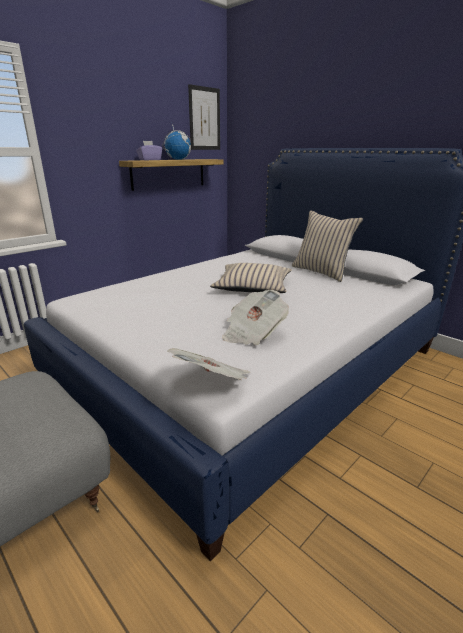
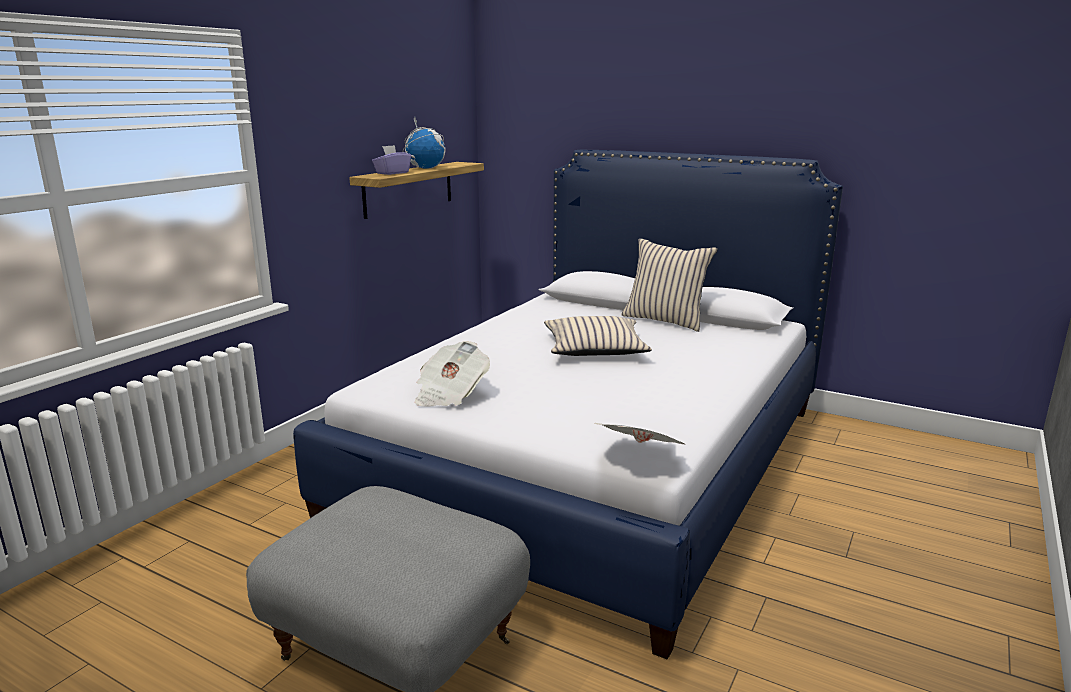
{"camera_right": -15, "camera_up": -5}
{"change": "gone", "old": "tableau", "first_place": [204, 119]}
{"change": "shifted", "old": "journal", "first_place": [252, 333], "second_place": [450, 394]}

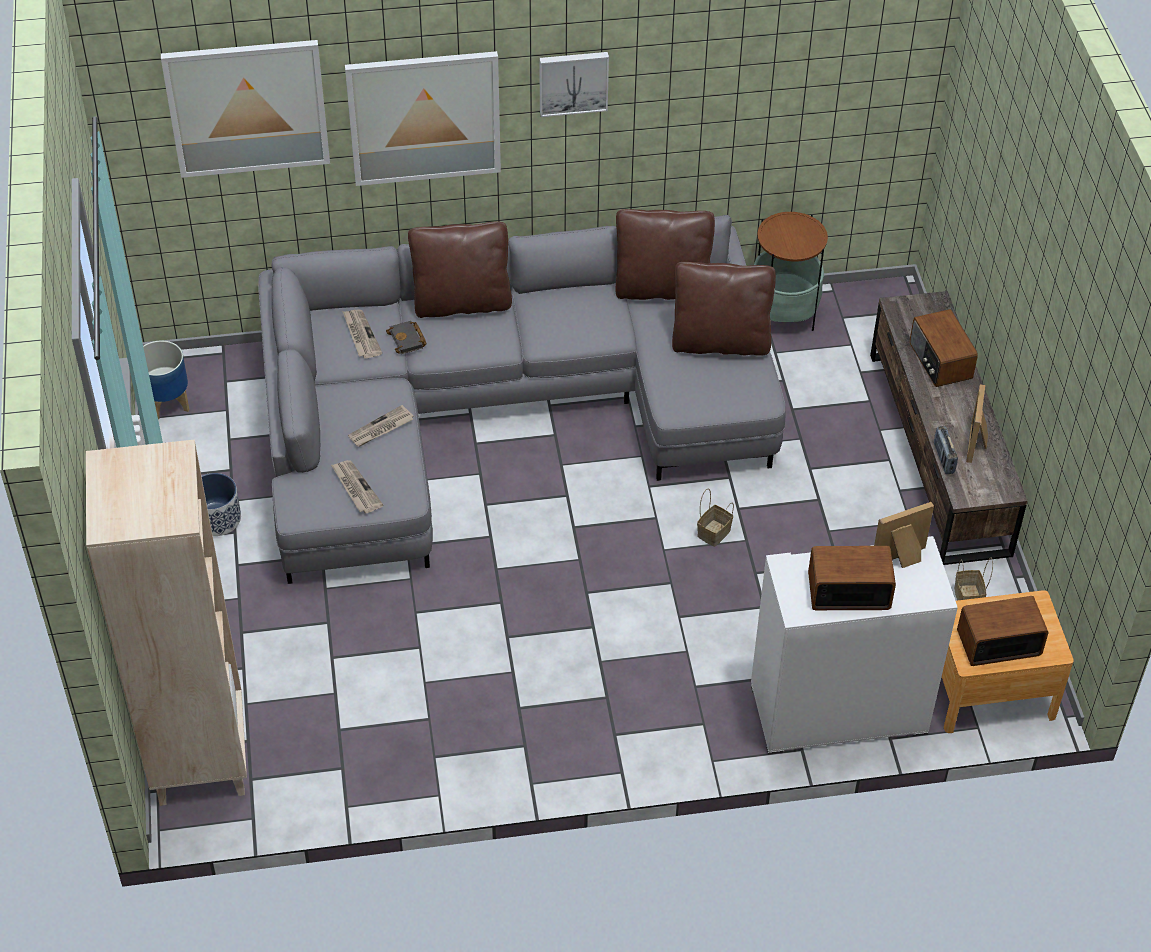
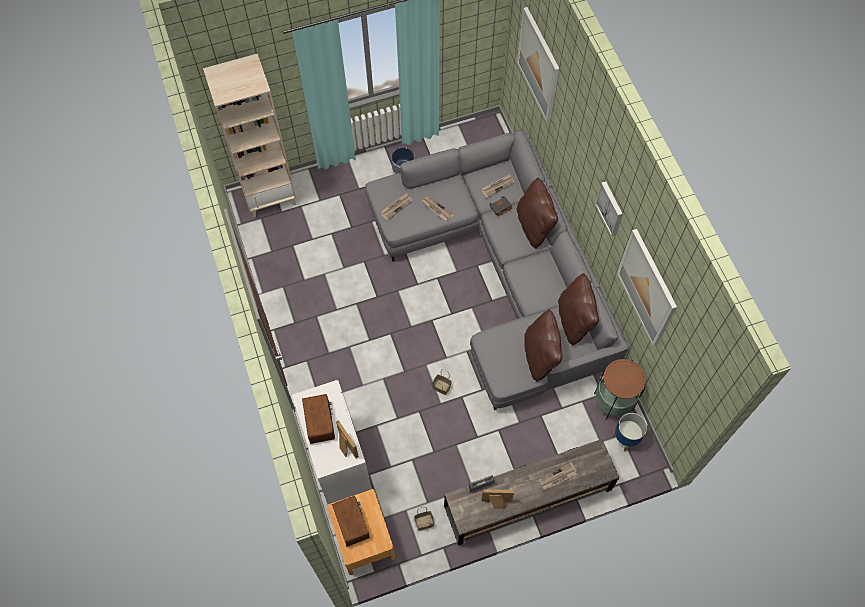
{"camera_right": 80, "camera_up": 15}
{"change": "shifted", "old": "cache-pot", "first_place": [167, 403], "second_place": [626, 438]}
{"change": "shifted", "old": "tableau", "first_place": [424, 117], "second_place": [647, 288]}
{"change": "swapped", "old": "radio", "new": "journal", "first_place": [939, 361], "second_place": [557, 477]}

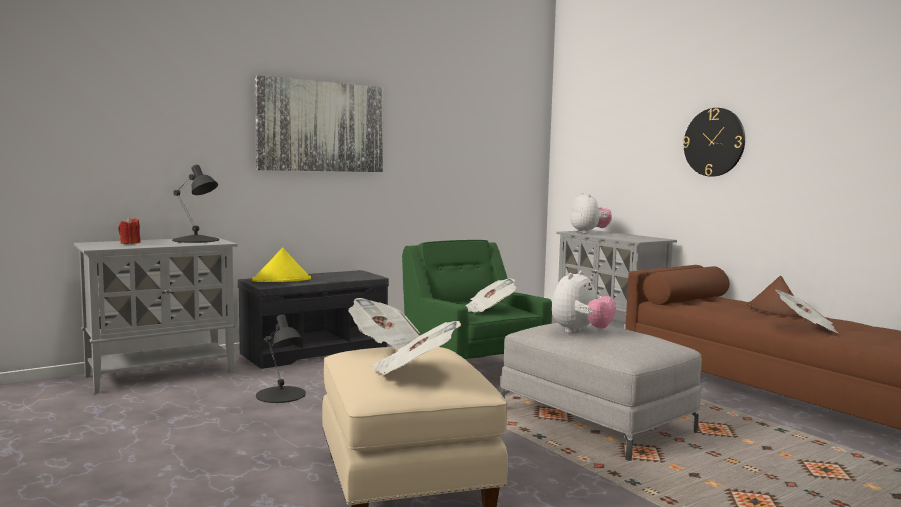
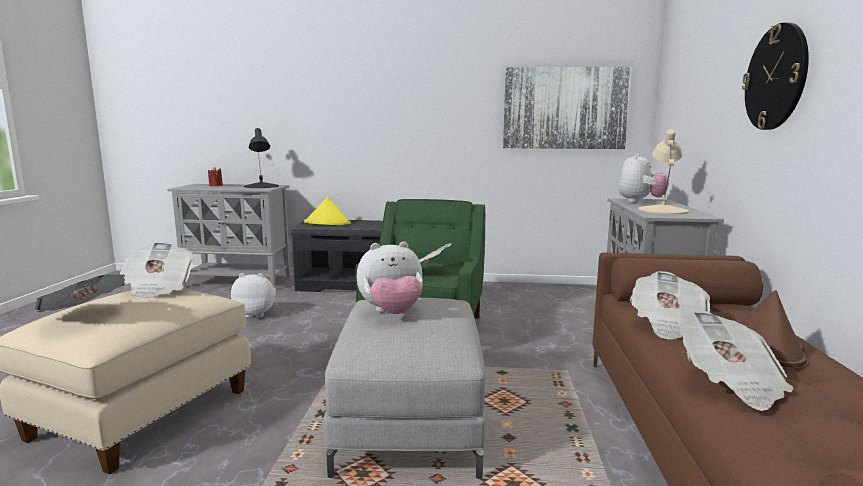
{"camera_right": 40, "camera_up": 5}
{"change": "shifted", "old": "tableau", "first_place": [321, 126], "second_place": [565, 108]}
{"change": "swapped", "old": "lampe de table/noir", "new": "peluche", "first_place": [281, 395], "second_place": [256, 314]}
{"change": "new", "new": "journal", "second_place": [668, 325]}
{"change": "new", "new": "lampe de table/beige", "second_place": [663, 210]}

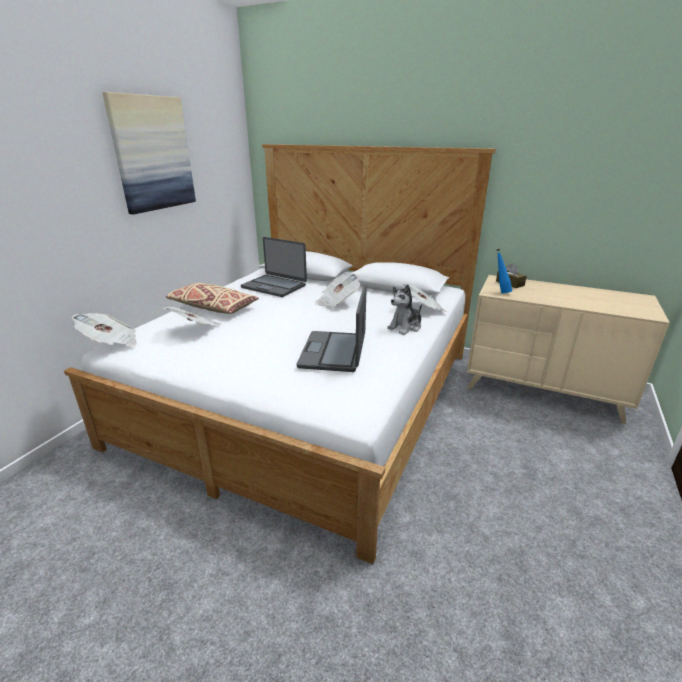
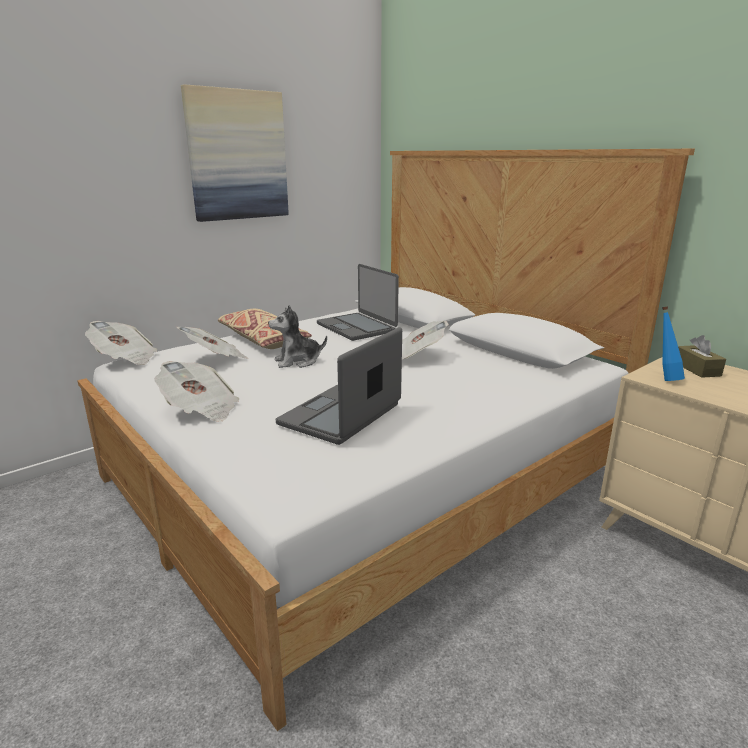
{"camera_right": 25, "camera_up": -5}
{"change": "shifted", "old": "peluche", "first_place": [405, 327], "second_place": [297, 361]}
{"change": "shifted", "old": "journal", "first_place": [423, 309], "second_place": [201, 409]}

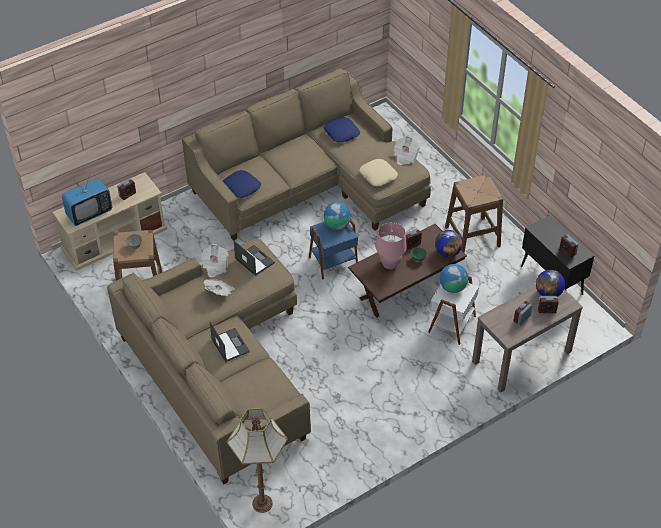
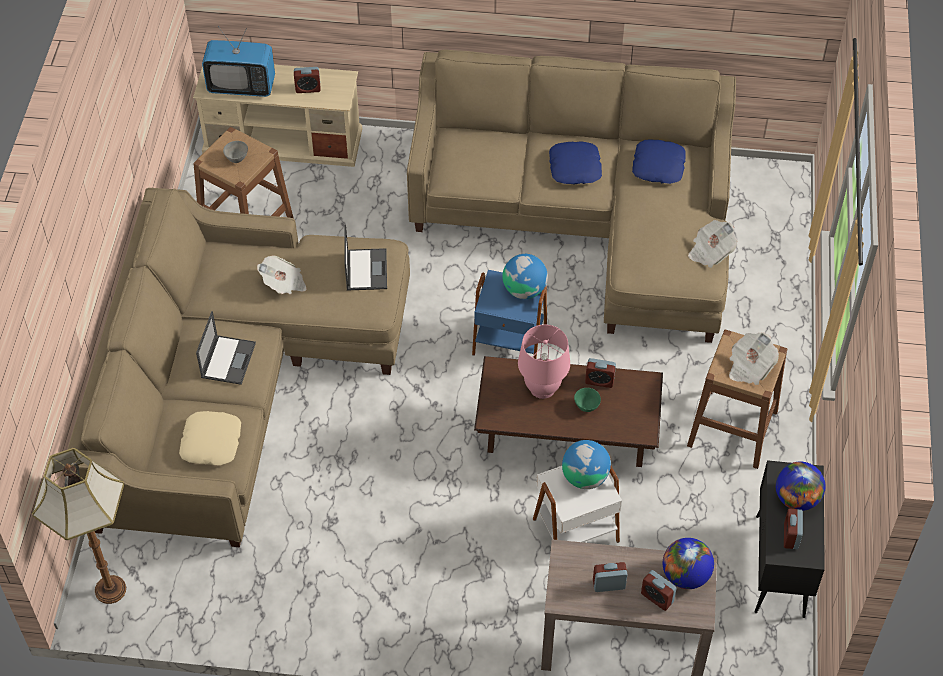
{"camera_right": 40, "camera_up": 5}
{"change": "shifted", "old": "journal", "first_place": [215, 266], "second_place": [749, 367]}
{"change": "shifted", "old": "coussin/bleu", "first_place": [242, 187], "second_place": [575, 167]}
{"change": "shifted", "old": "coussin/beige", "first_place": [378, 175], "second_place": [212, 442]}
{"change": "shifted", "old": "globe", "first_place": [447, 252], "second_place": [796, 498]}

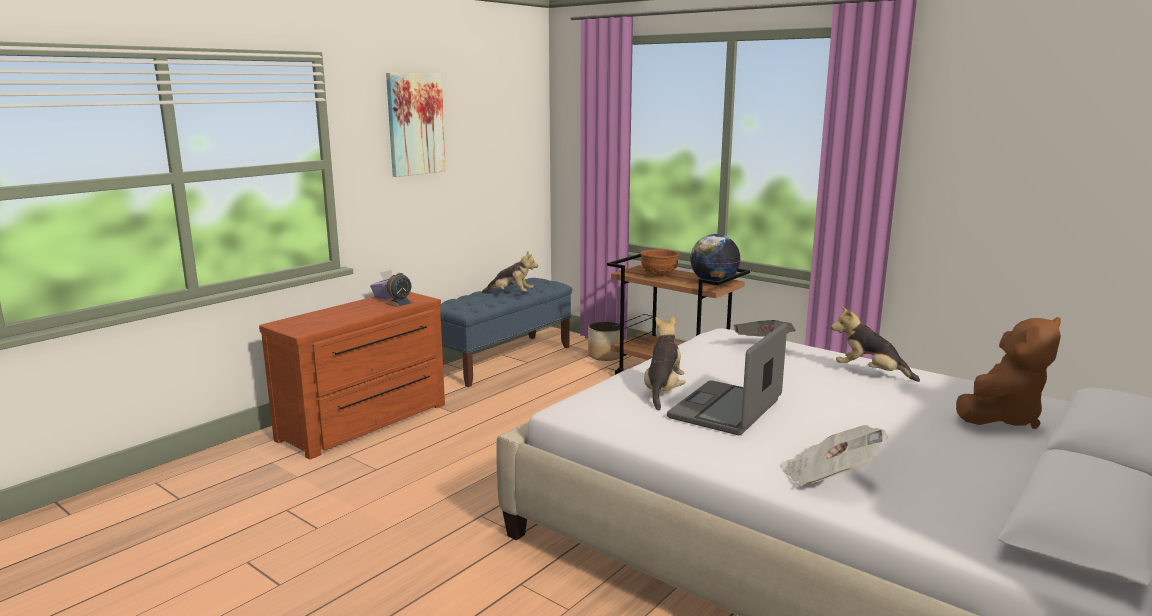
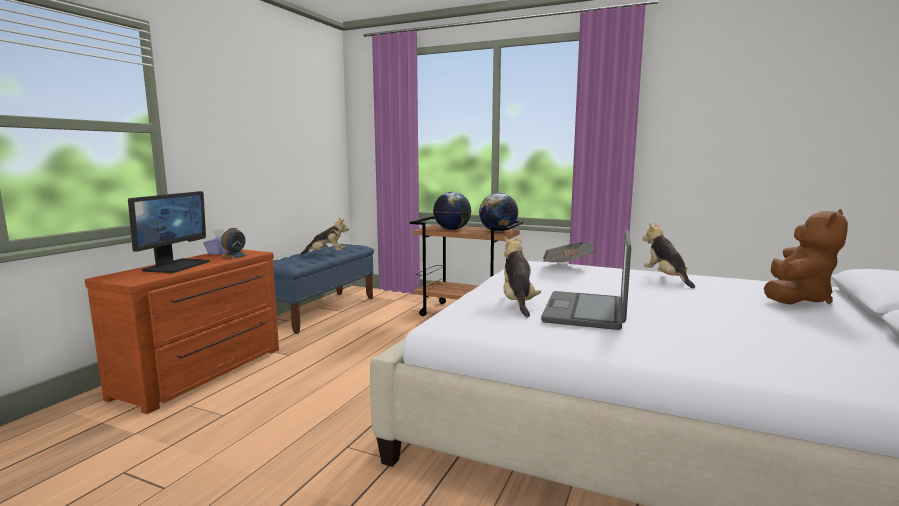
{"camera_right": -15, "camera_up": -5}
{"change": "gone", "old": "tableau", "first_place": [415, 124]}
{"change": "gone", "old": "cache-pot", "first_place": [606, 355]}
{"change": "swapped", "old": "bol/marron", "new": "globe", "first_place": [659, 275], "second_place": [452, 229]}
{"change": "gone", "old": "journal", "first_place": [828, 478]}
{"change": "rotated", "old": "peluche", "first_place": [870, 373], "second_place": [666, 279], "degrees": 60}
{"change": "new", "new": "écran d'ordinateur", "second_place": [176, 266]}

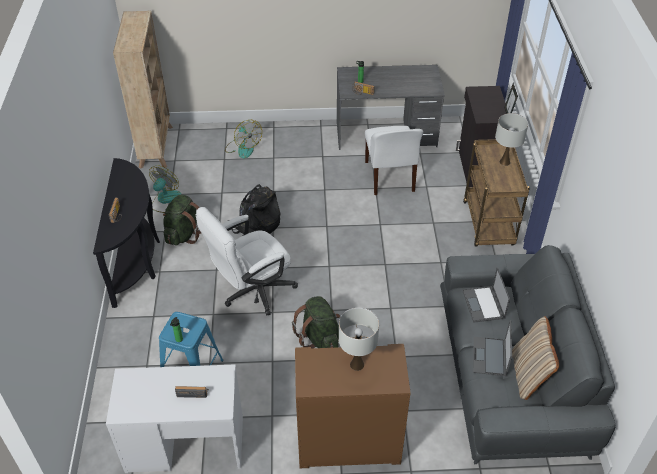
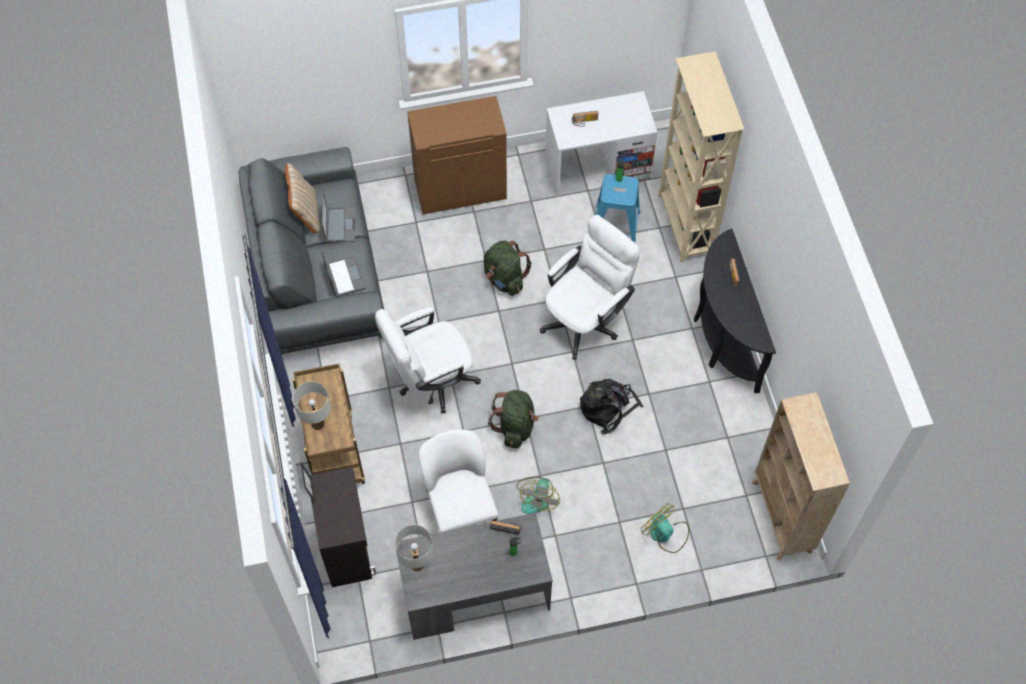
{"camera_right": 170, "camera_up": 15}
{"change": "shifted", "old": "ventilateur", "first_place": [165, 200], "second_place": [537, 496]}
{"change": "shifted", "old": "sac à dos/vert", "first_place": [184, 234], "second_place": [515, 426]}
{"change": "shifted", "old": "lampe de table/blanc", "first_place": [357, 364], "second_place": [417, 564]}
{"change": "new", "new": "chaise de bureau/blanc", "second_place": [430, 381]}
{"change": "new", "new": "bibliothèque/beige", "second_place": [685, 226]}

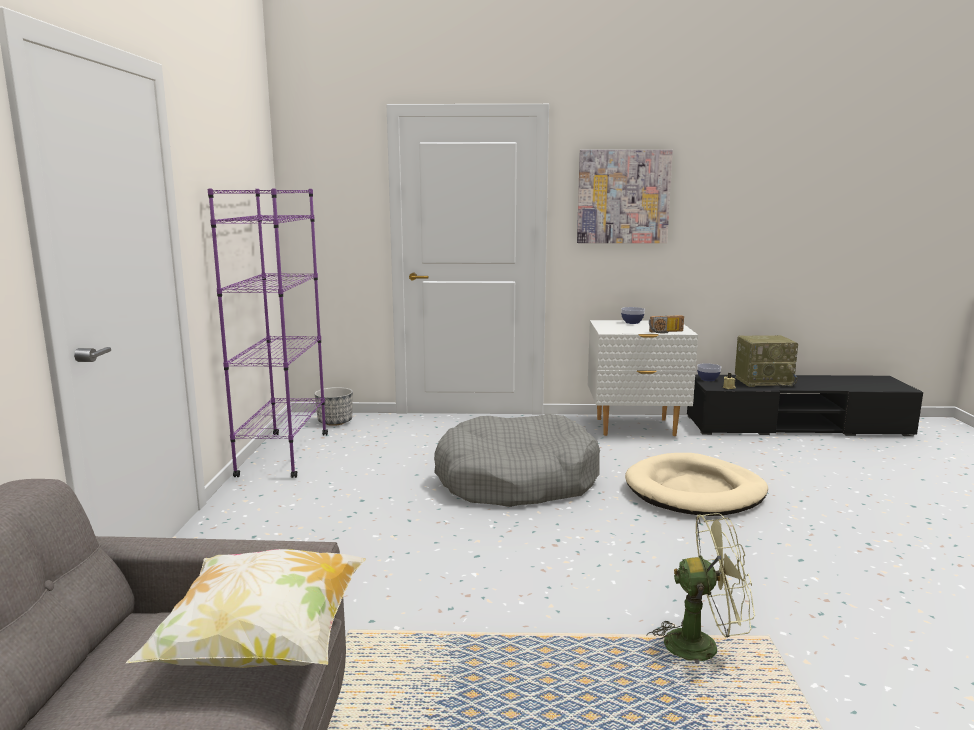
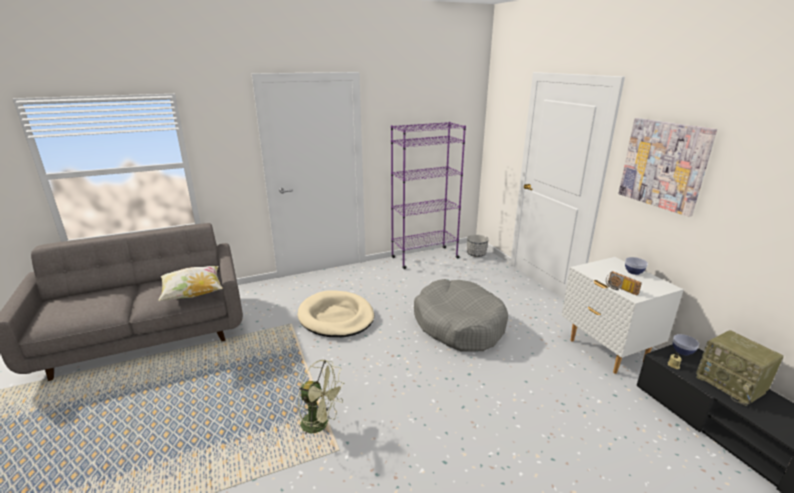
{"camera_right": 65, "camera_up": 10}
{"change": "shifted", "old": "panier pour chien/beige", "first_place": [695, 491], "second_place": [336, 317]}
{"change": "rotated", "old": "ventilateur/vert", "first_place": [702, 645], "second_place": [320, 424], "degrees": -45}

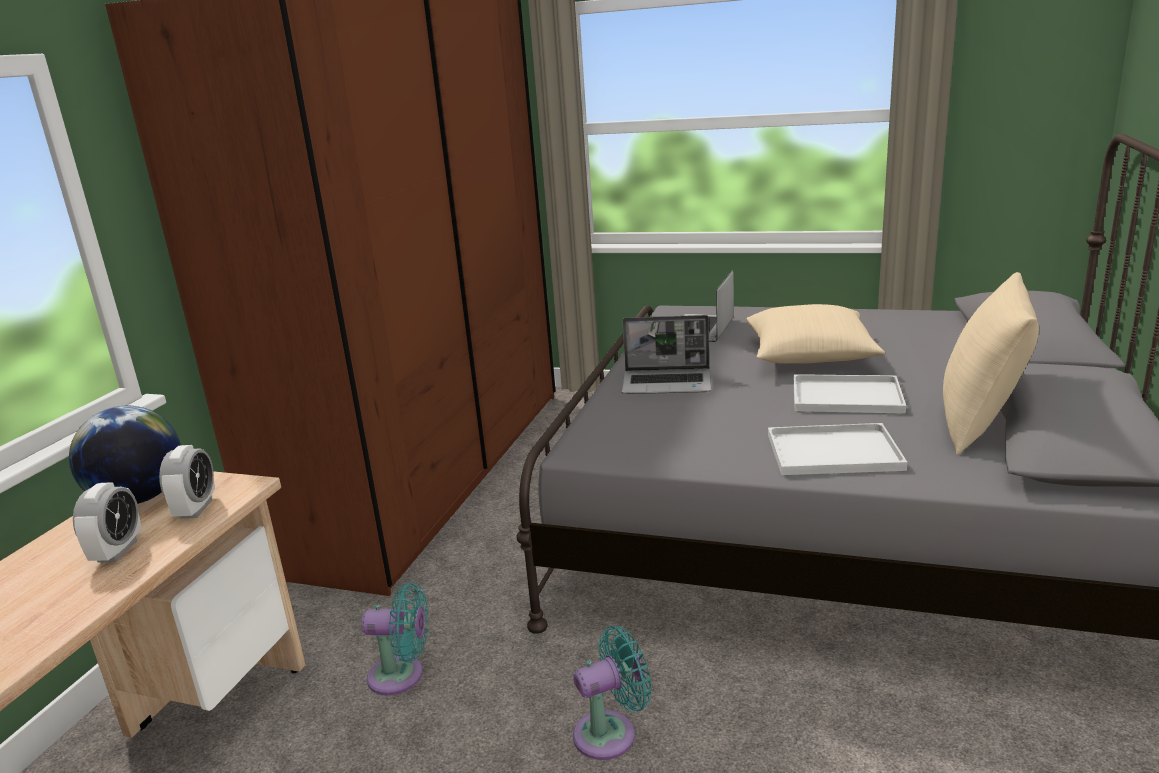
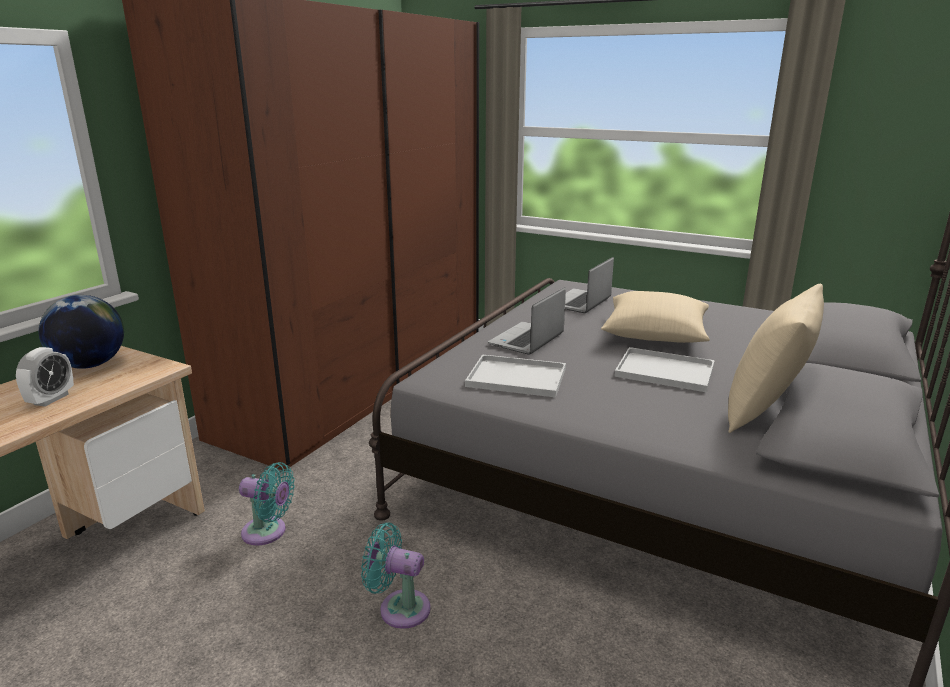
{"camera_right": 10, "camera_up": 0}
{"change": "gone", "old": "réveil", "first_place": [196, 509]}
{"change": "rotated", "old": "ventilateur/turquoise", "first_place": [611, 733], "second_place": [399, 608], "degrees": -150}
{"change": "rotated", "old": "ordinateur portable", "first_place": [668, 383], "second_place": [527, 340], "degrees": 105}
{"change": "shifted", "old": "plateau/blanc", "first_place": [831, 452], "second_place": [514, 378]}

